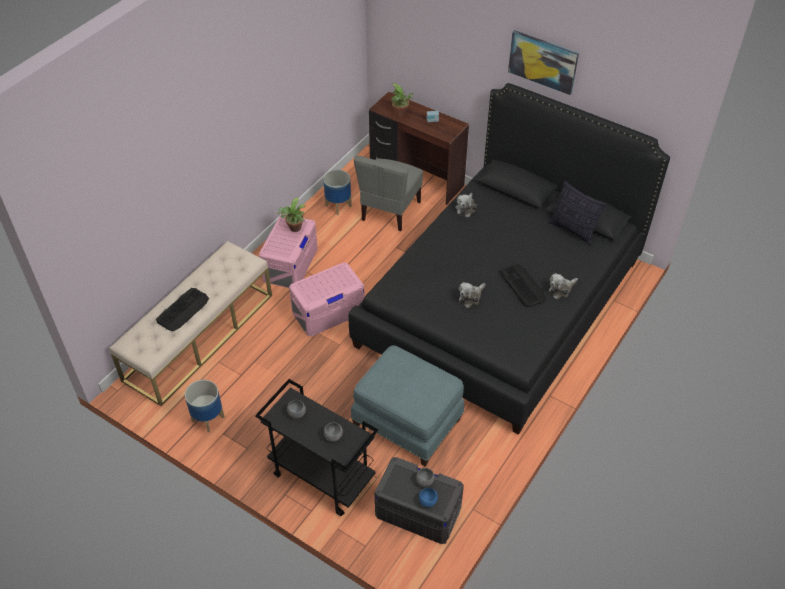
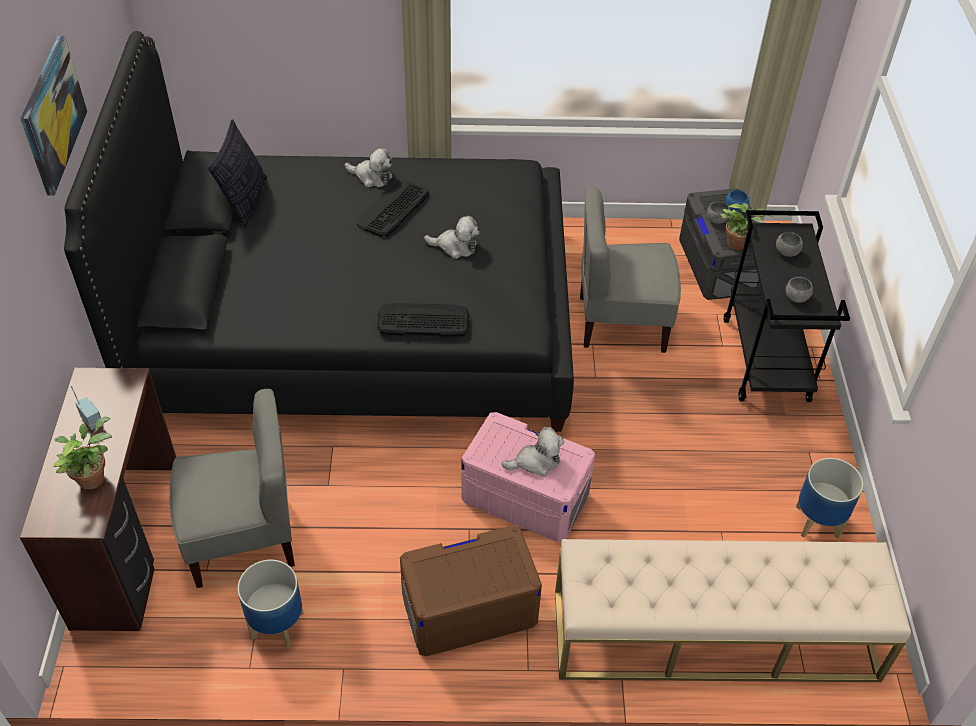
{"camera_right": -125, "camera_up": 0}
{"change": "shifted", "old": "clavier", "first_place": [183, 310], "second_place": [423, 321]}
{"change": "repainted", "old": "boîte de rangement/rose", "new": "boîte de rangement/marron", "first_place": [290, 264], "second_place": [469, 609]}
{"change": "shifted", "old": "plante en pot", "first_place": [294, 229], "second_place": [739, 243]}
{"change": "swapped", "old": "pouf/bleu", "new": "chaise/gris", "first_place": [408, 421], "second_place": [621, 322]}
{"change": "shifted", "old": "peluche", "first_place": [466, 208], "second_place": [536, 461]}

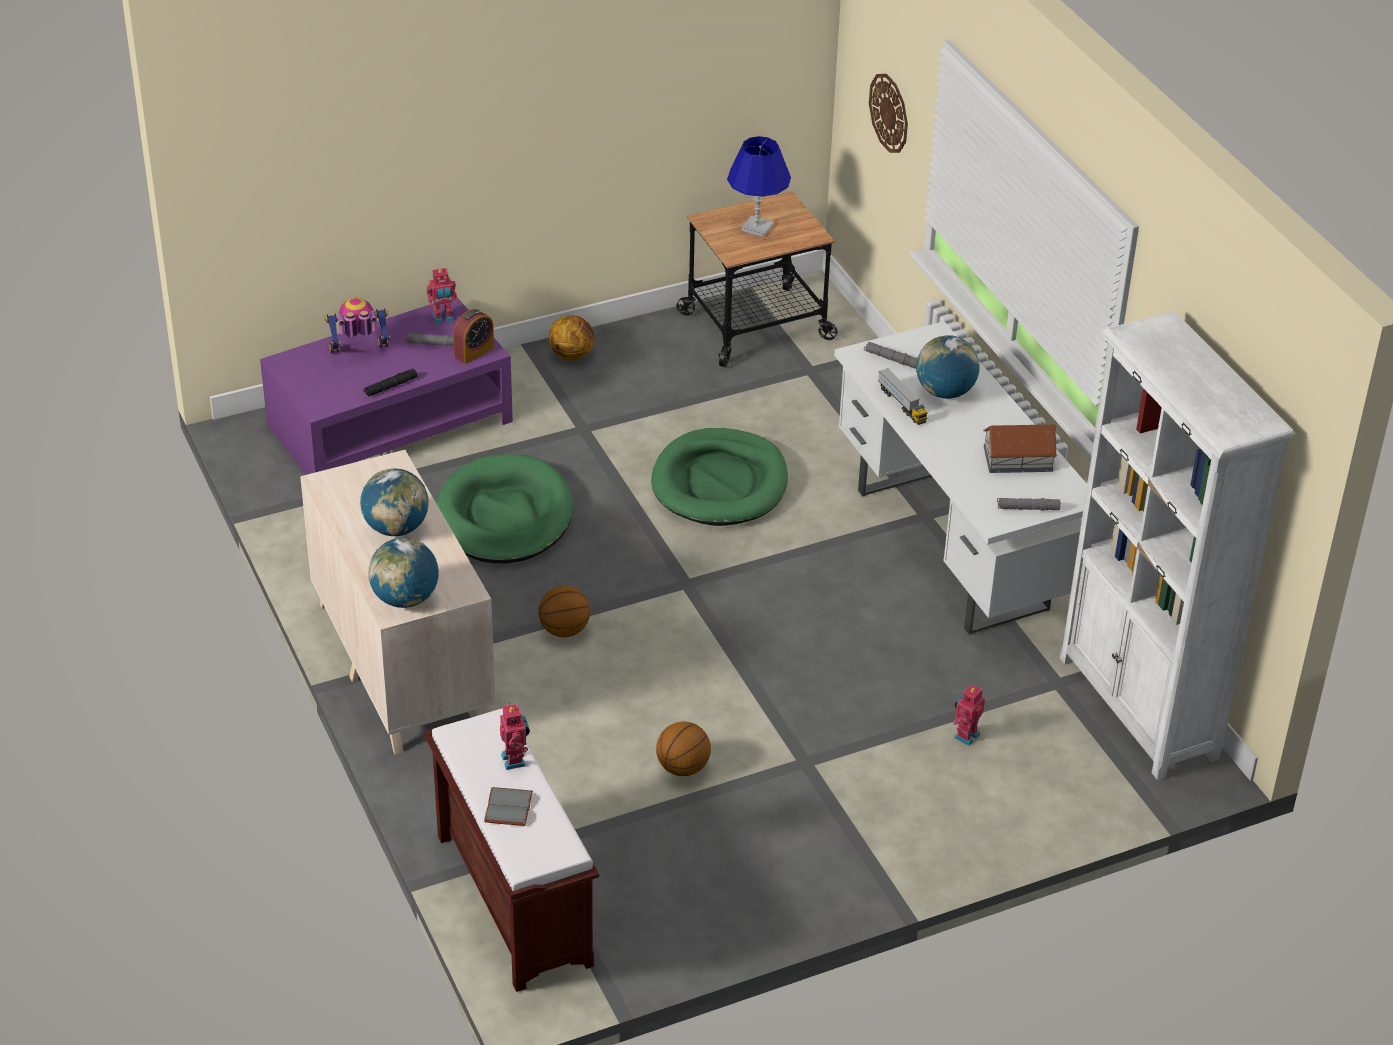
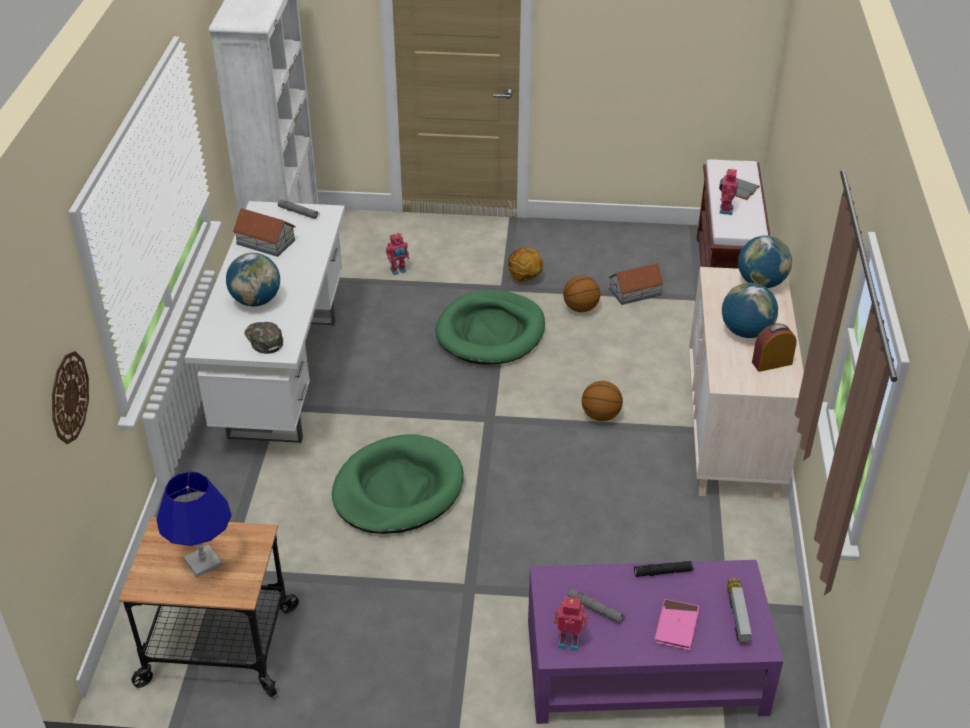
{"camera_right": -150, "camera_up": 0}
{"change": "swapped", "old": "robot jouet", "new": "livre/rose", "first_place": [359, 353], "second_place": [676, 626]}
{"change": "shifted", "old": "panier pour chien/vert", "first_place": [504, 516], "second_place": [491, 332]}
{"change": "shifted", "old": "réveil", "first_place": [474, 352], "second_place": [772, 363]}
{"change": "shifted", "old": "ballon de basket", "first_place": [572, 355], "second_place": [524, 278]}
{"change": "swapped", "old": "lampe de poche/gris", "new": "casquette/vert", "first_place": [891, 359], "second_place": [263, 339]}
{"change": "shifted", "old": "camion jouet", "first_place": [902, 404], "second_place": [737, 616]}
{"change": "new", "new": "maison miniature", "second_place": [635, 292]}

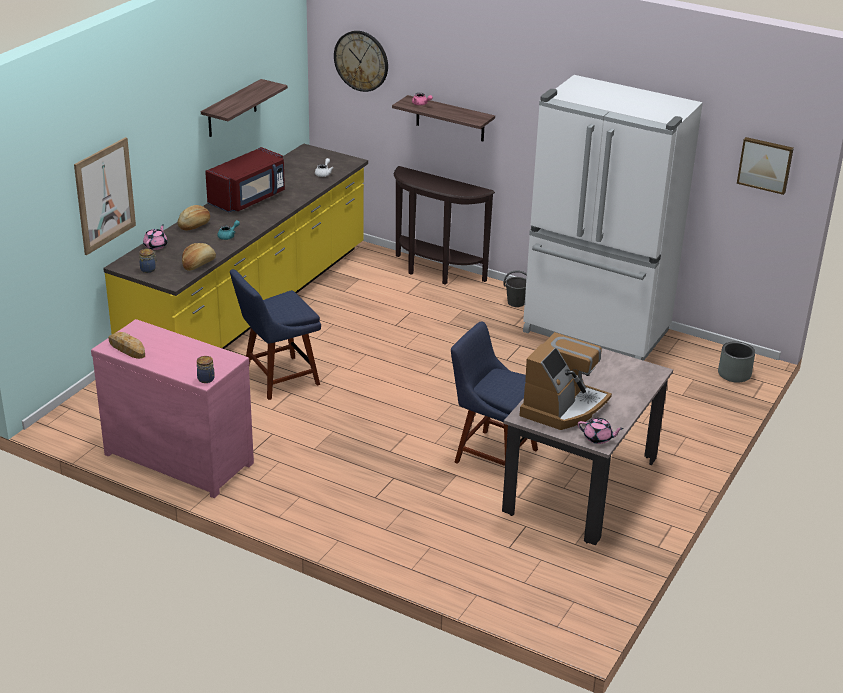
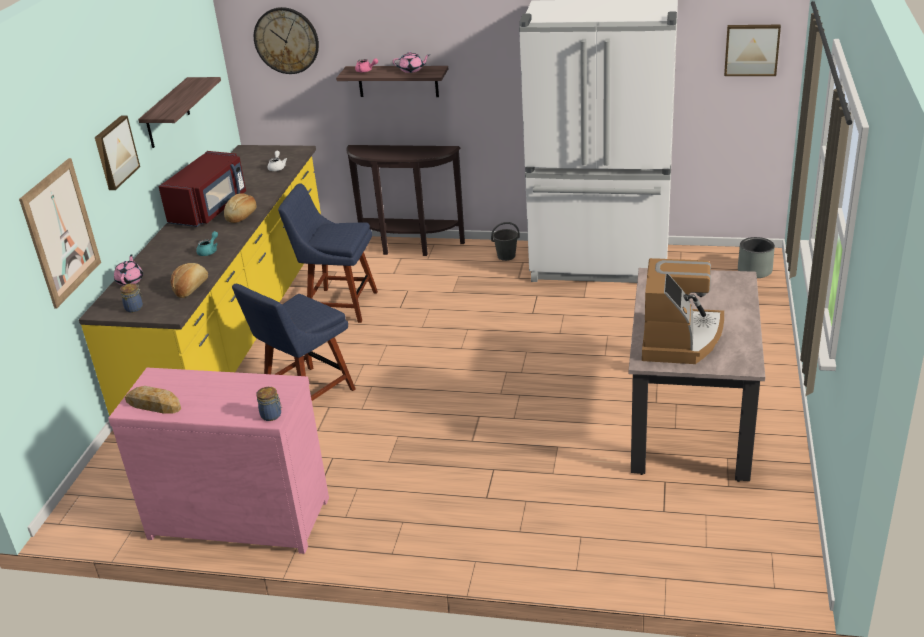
{"camera_right": -15, "camera_up": 0}
{"change": "shifted", "old": "pain", "first_place": [195, 225], "second_place": [241, 216]}
{"change": "shifted", "old": "chaise/bleu", "first_place": [492, 454], "second_place": [338, 305]}
{"change": "shifted", "old": "théière/rose", "first_place": [598, 438], "second_place": [412, 70]}
{"change": "new", "new": "tableau", "second_place": [115, 152]}

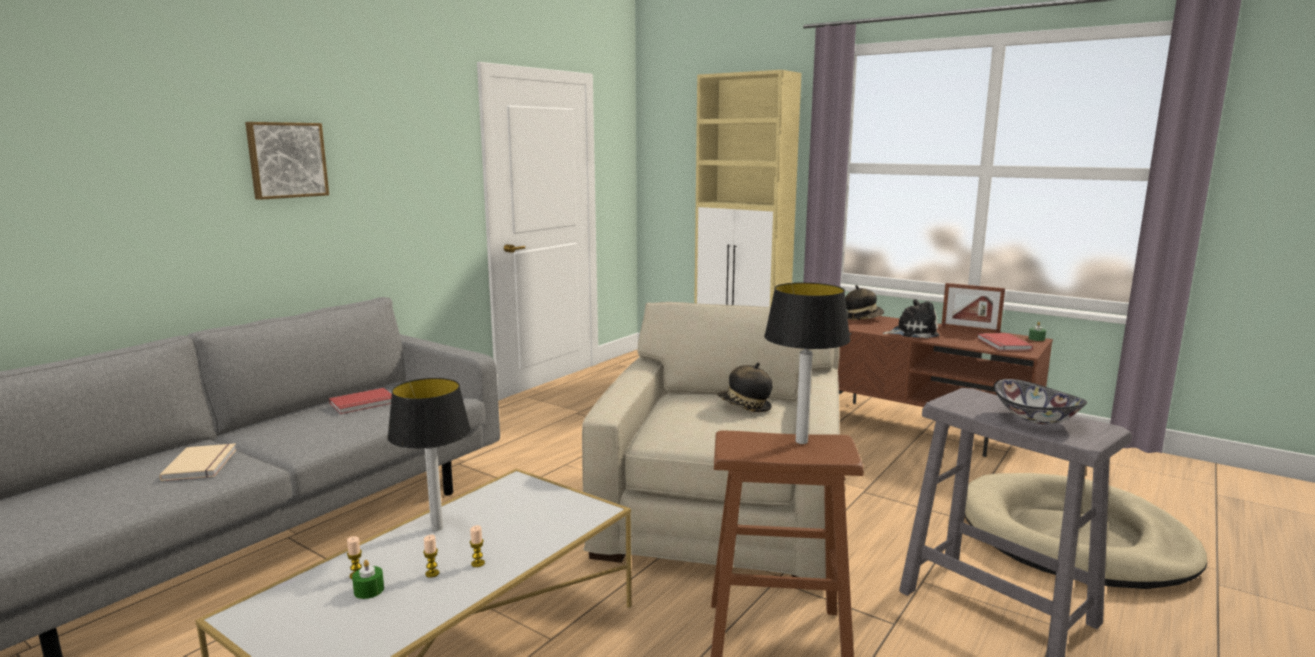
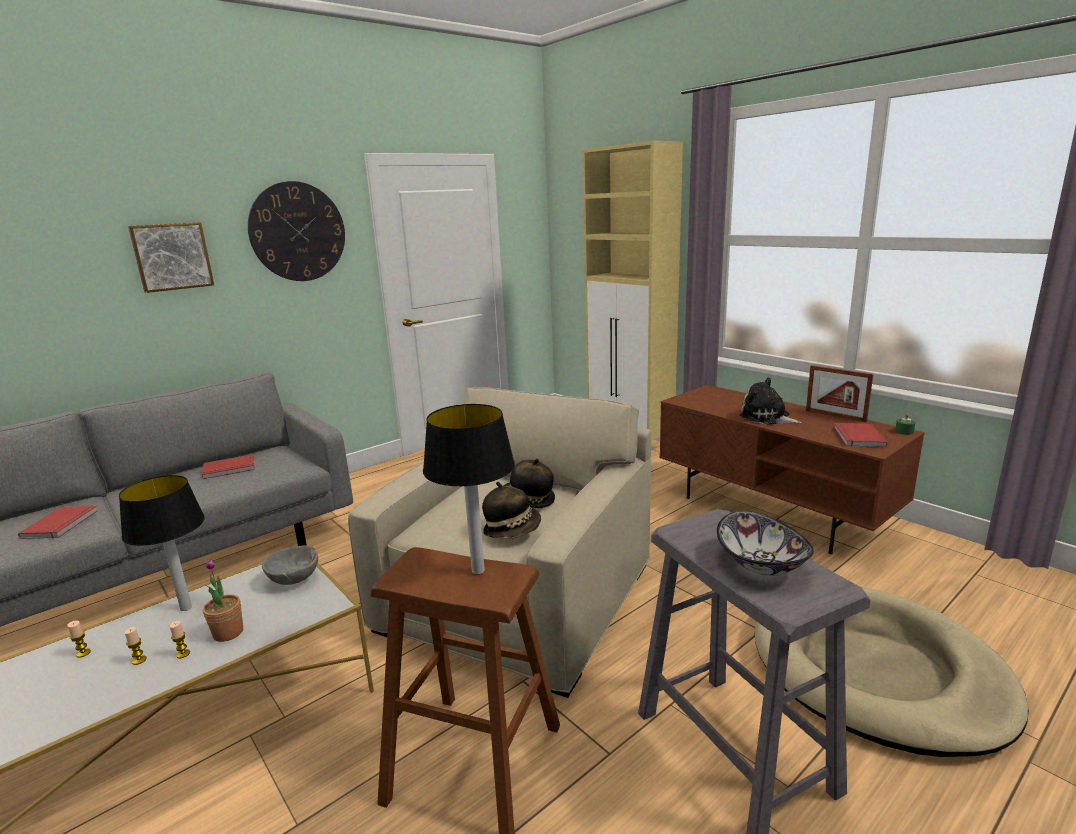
{"camera_right": 15, "camera_up": 5}
{"change": "repainted", "old": "livre/beige", "new": "livre/rouge", "first_place": [203, 464], "second_place": [62, 524]}
{"change": "gone", "old": "bougie/vert", "first_place": [369, 590]}
{"change": "shifted", "old": "chapeau", "first_place": [863, 318], "second_place": [512, 530]}
{"change": "rotated", "old": "peluche", "first_place": [912, 332], "second_place": [767, 417], "degrees": -150}
{"change": "new", "new": "plante en pot", "second_place": [228, 633]}
{"change": "new", "new": "horloge murale", "second_place": [298, 232]}
{"change": "new", "new": "bol/gris", "second_place": [295, 579]}

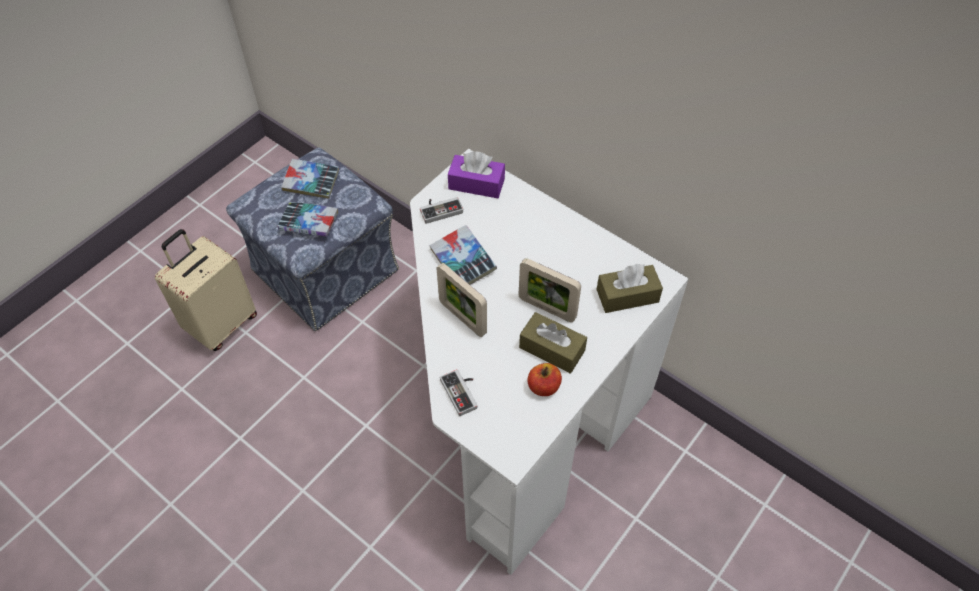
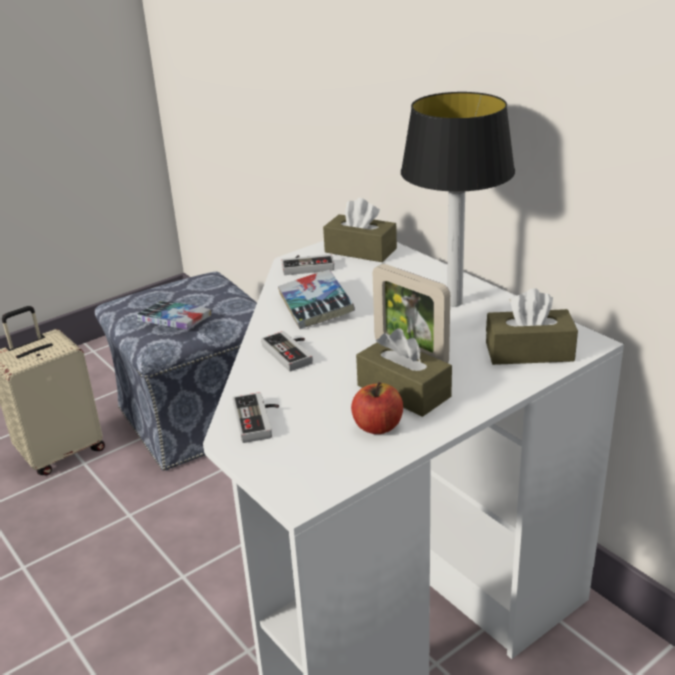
{"camera_right": 15, "camera_up": -25}
{"change": "gone", "old": "livre", "first_place": [311, 182]}
{"change": "swapped", "old": "cadre photo", "new": "manette", "first_place": [462, 318], "second_place": [292, 352]}
{"change": "repainted", "old": "boîte à mouchoirs/violet", "new": "boîte à mouchoirs/marron", "first_place": [476, 184], "second_place": [360, 250]}
{"change": "new", "new": "lampe de table", "second_place": [455, 302]}

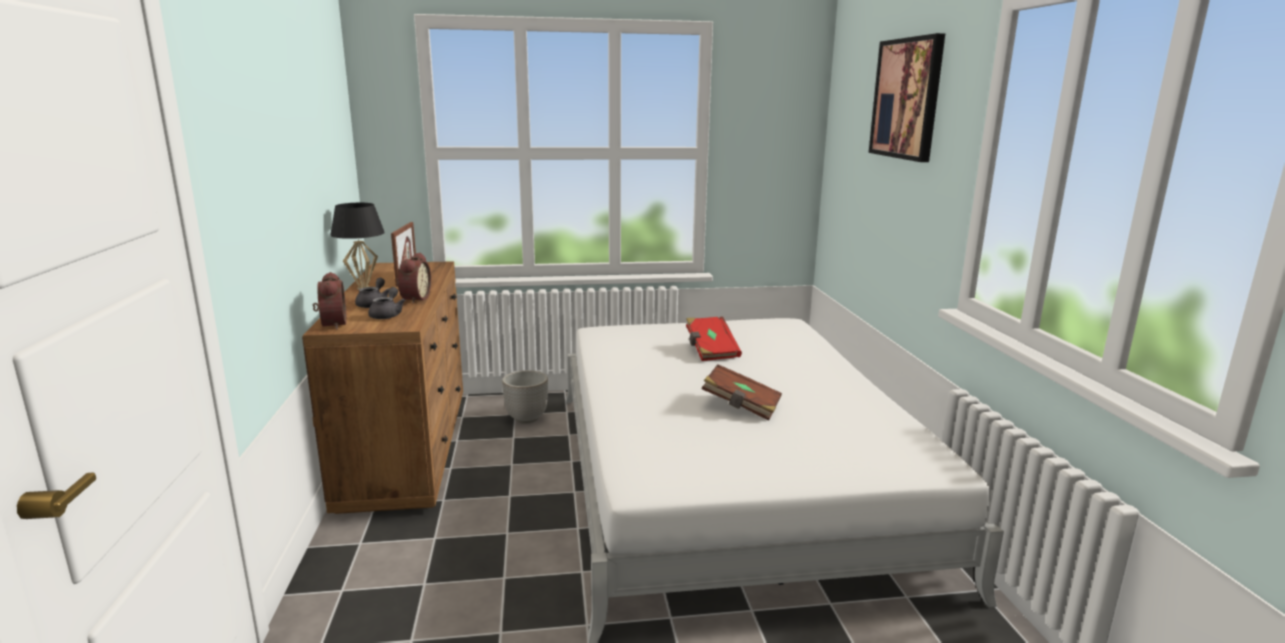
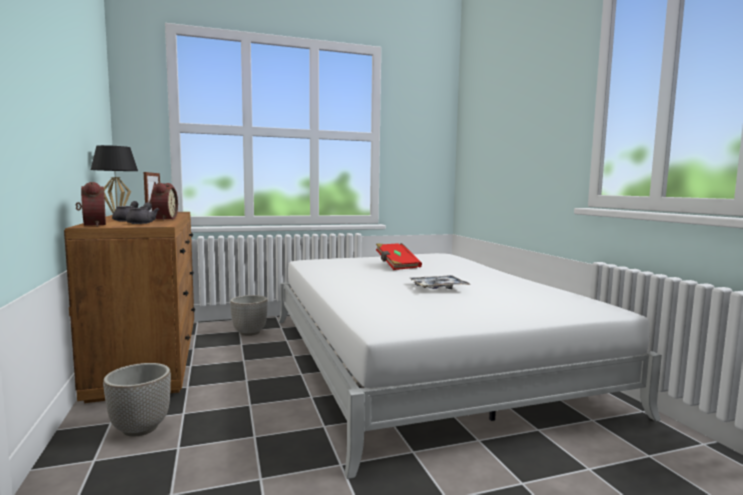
{"camera_right": -10, "camera_up": -10}
{"change": "swapped", "old": "livre/marron", "new": "plateau", "first_place": [741, 406], "second_place": [438, 287]}
{"change": "gone", "old": "tableau", "first_place": [907, 98]}
{"change": "new", "new": "cache-pot", "second_place": [141, 428]}

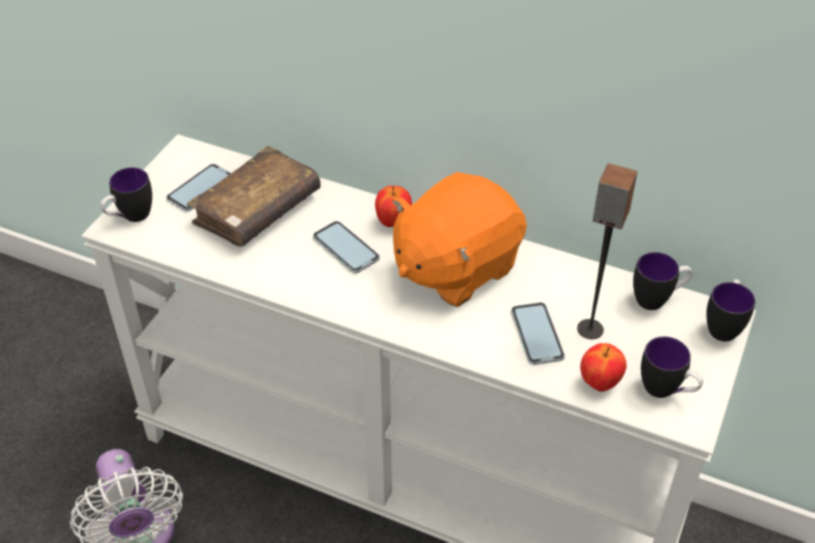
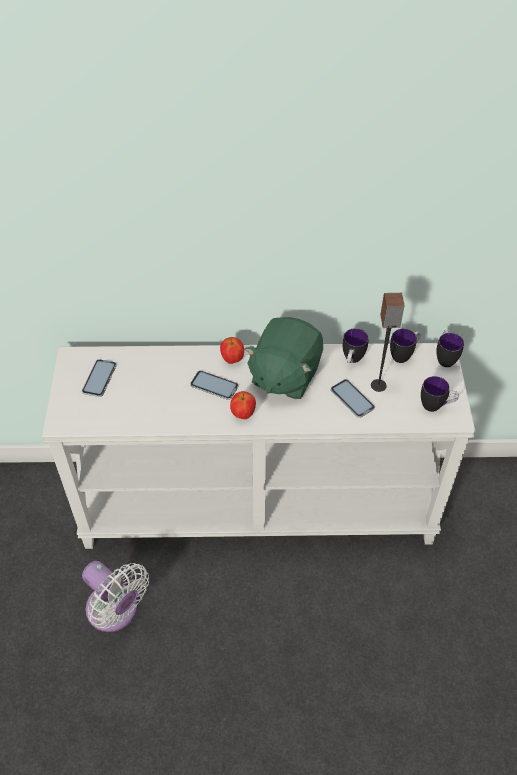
{"camera_right": -25, "camera_up": 5}
{"change": "shifted", "old": "mug", "first_place": [130, 218], "second_place": [352, 360]}
{"change": "gone", "old": "livre/marron", "first_place": [257, 210]}
{"change": "repainted", "old": "peluche/orange", "new": "peluche/vert", "first_place": [455, 267], "second_place": [284, 375]}
{"change": "shifted", "old": "pomme", "first_place": [599, 383], "second_place": [243, 414]}

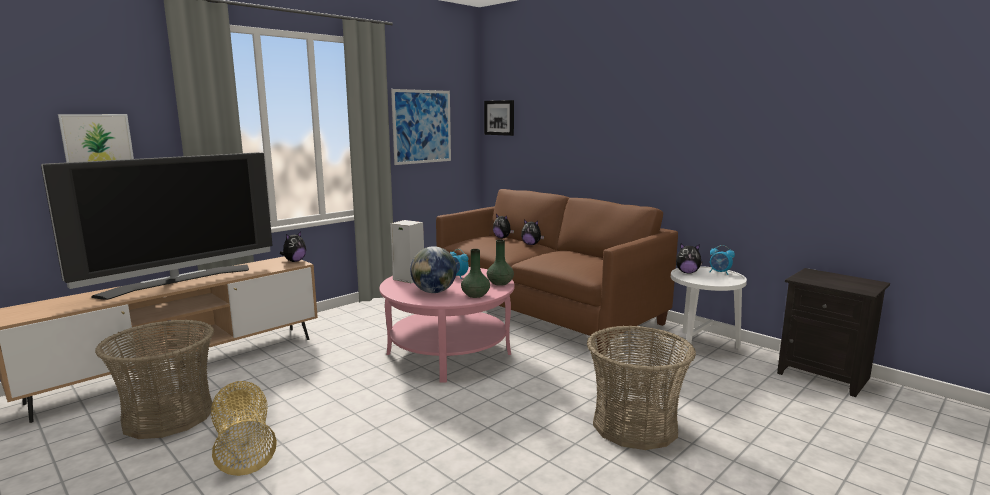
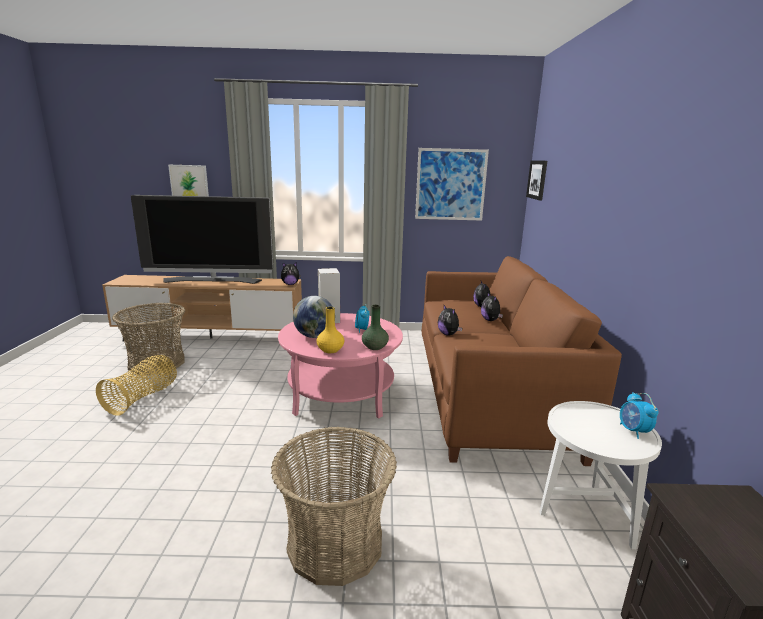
{"camera_right": 45, "camera_up": 5}
{"change": "repainted", "old": "vase/vert", "new": "vase/jaune", "first_place": [475, 295], "second_place": [330, 350]}
{"change": "shifted", "old": "peluche", "first_place": [687, 272], "second_place": [448, 334]}

